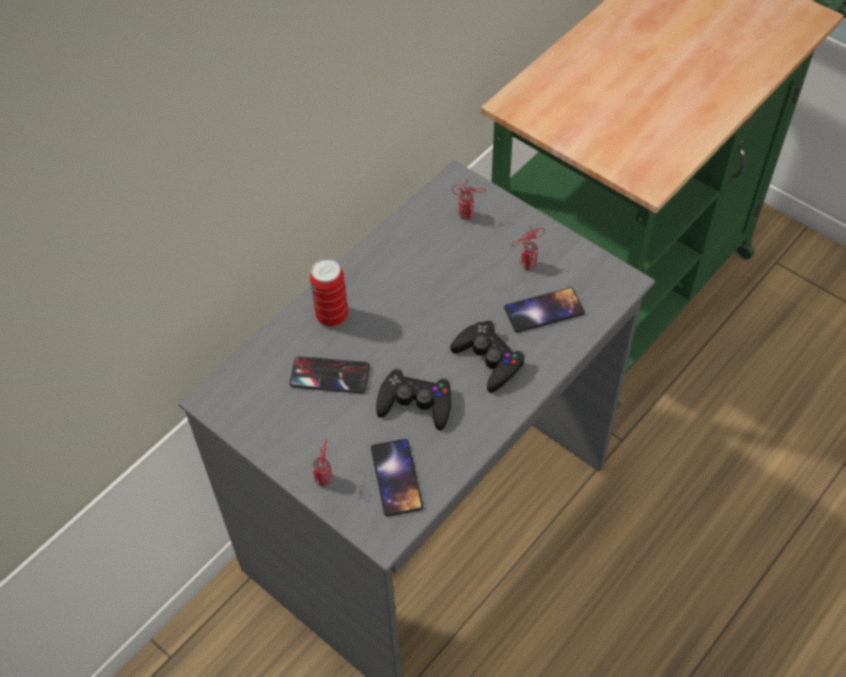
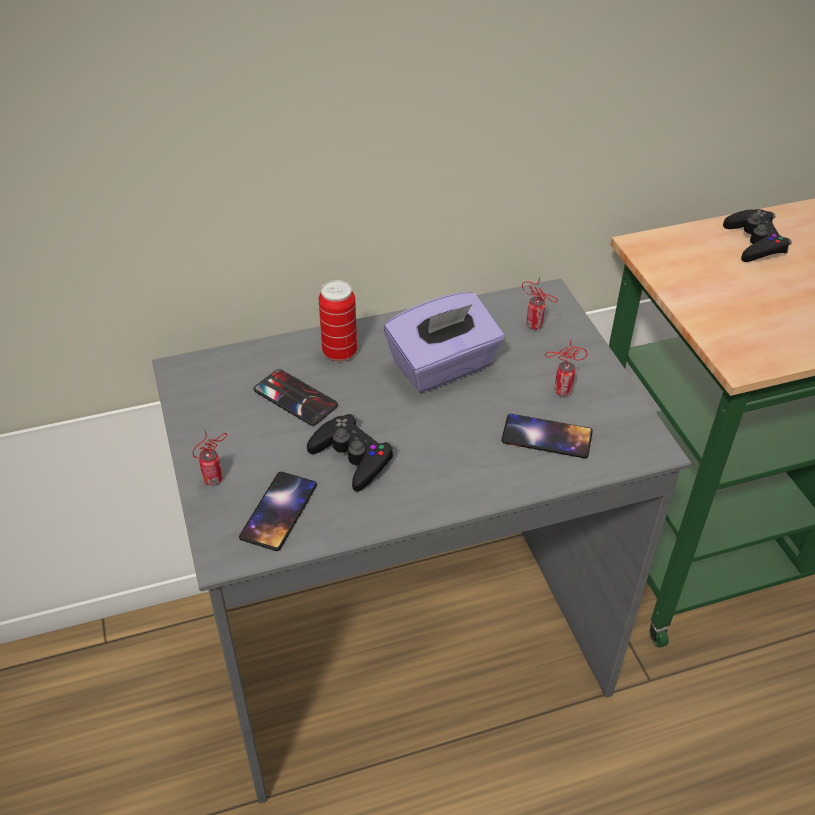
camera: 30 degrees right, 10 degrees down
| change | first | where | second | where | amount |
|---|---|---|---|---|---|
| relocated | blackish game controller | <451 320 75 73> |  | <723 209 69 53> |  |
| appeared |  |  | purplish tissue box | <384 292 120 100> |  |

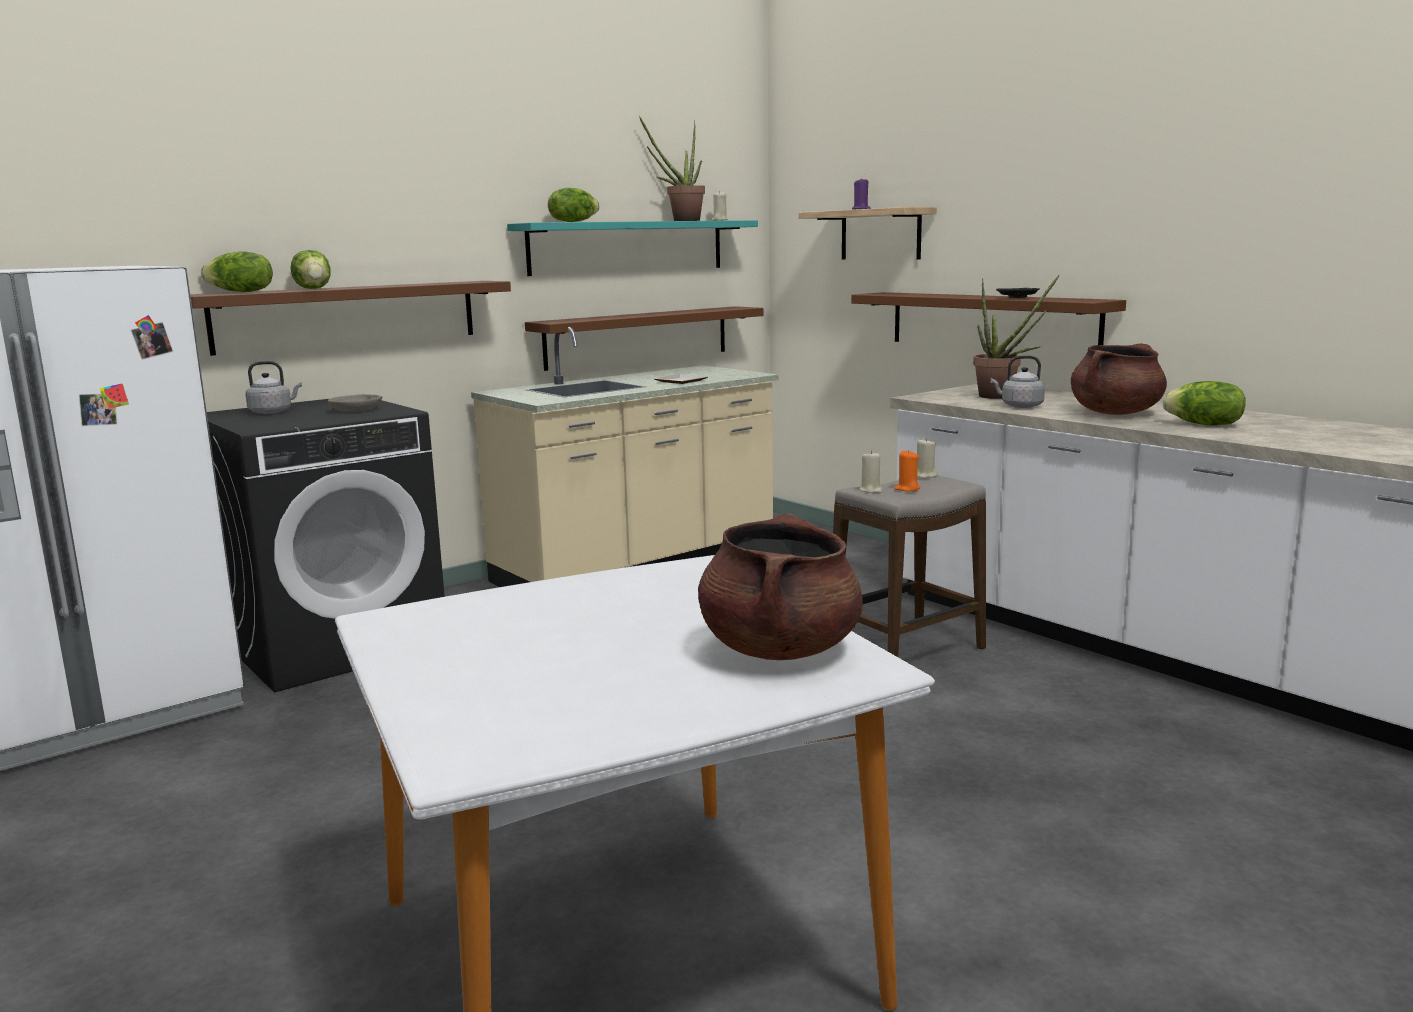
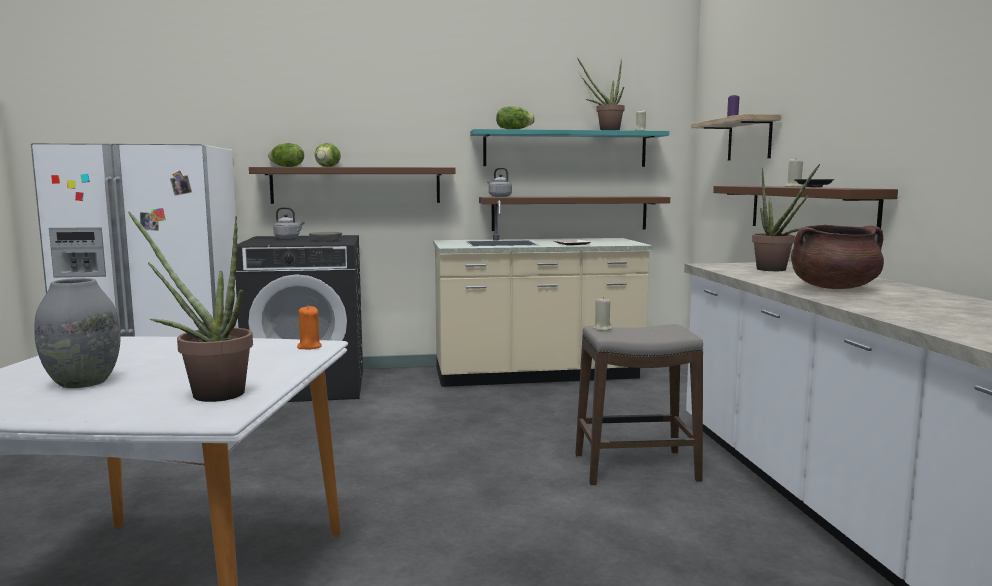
camera: 30 degrees right, 5 degrees down
| change | first | where | second | where | amount |
|---|---|---|---|---|---|
| exchanged | brownish cooking pot | <698 513 165 147> | potted plant | <128 212 125 190> |  |
| relocated | orangey candle | <894 450 26 41> |  | <297 305 25 45> |  |
| relocated | beige-coloured candle | <917 438 21 40> |  | <785 159 18 28> |  |
| relocated | greyish tea kettle | <991 355 54 53> |  | <487 168 25 29> |  |
| missing | lettuce head | <1162 381 84 45> |  |  |  |
| appeared |  |  | greyish decorative vase | <34 278 87 110> |  |

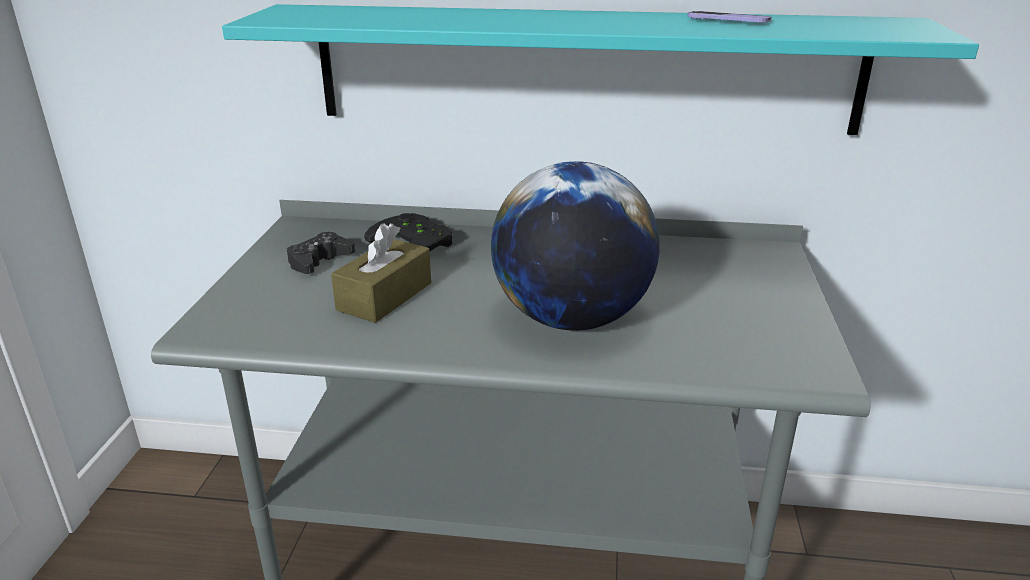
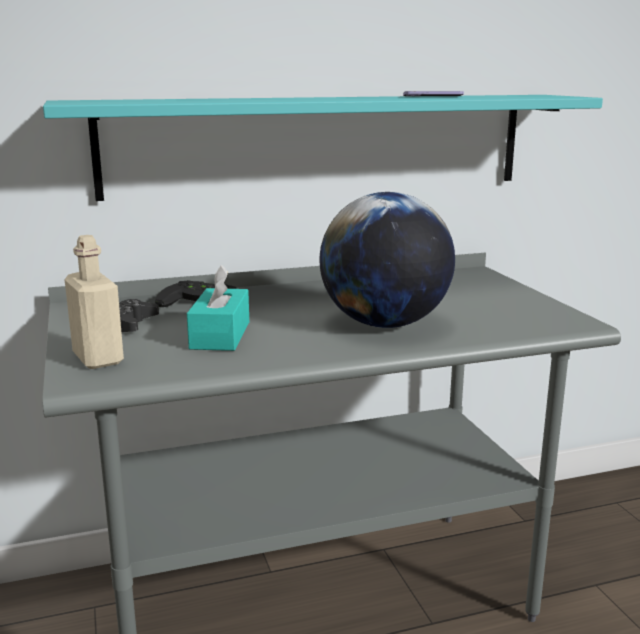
camera: 25 degrees left, 10 degrees down
| change | first | where | second | where | amount |
|---|---|---|---|---|---|
| colour | brownish tissue box | <331 223 100 100> | turquoise-coloured tissue box | <187 265 62 86> |  |
| appeared |  |  | beige-coloured drink bottle | <64 235 60 134> |  |

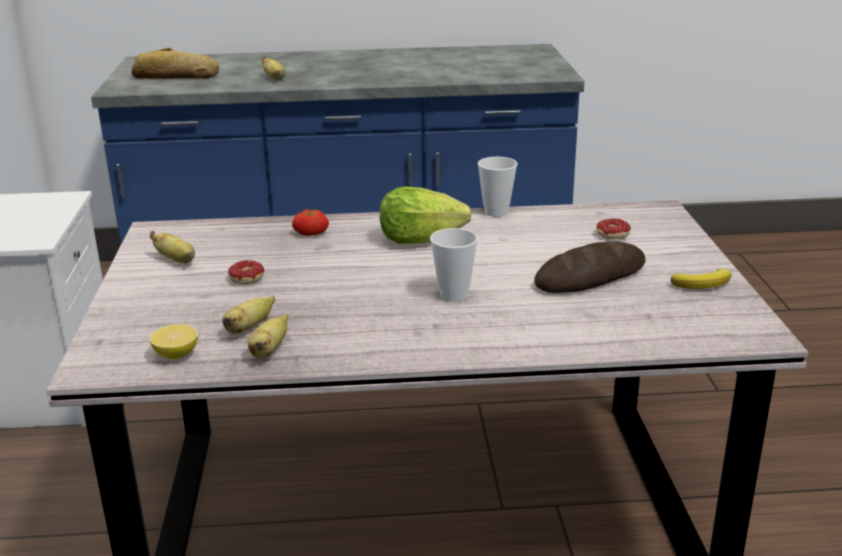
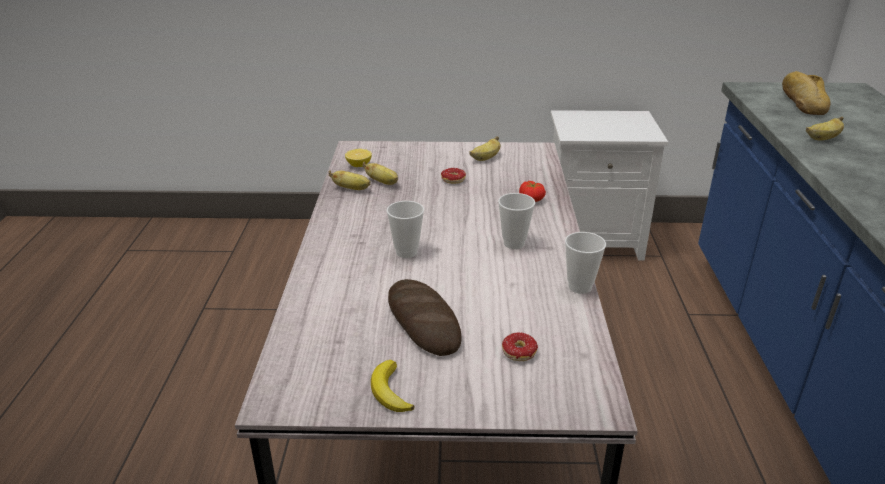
camera: 95 degrees right, 5 degrees up
| change | first | where | second | where | amount |
|---|---|---|---|---|---|
| exchanged | lettuce head | <380 187 92 57> | small cup | <498 193 37 56> |  |

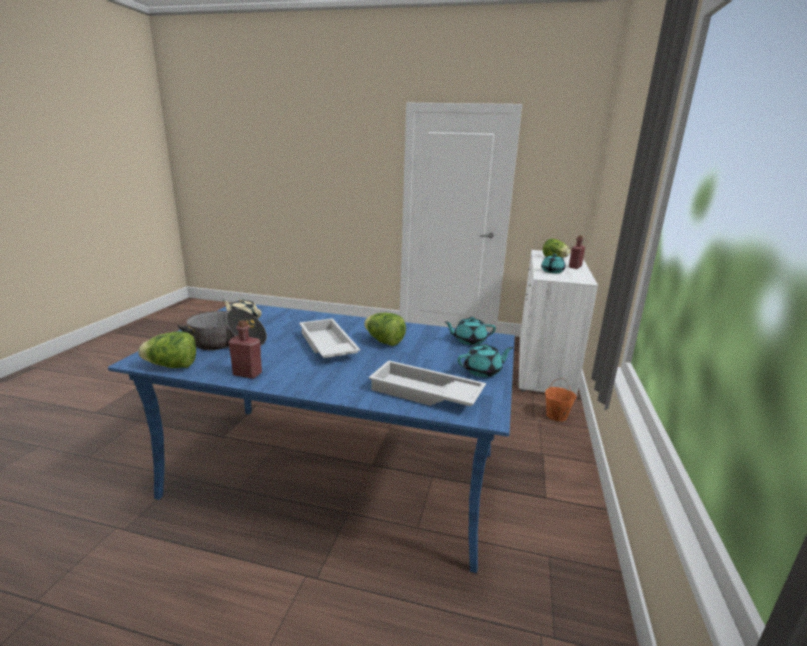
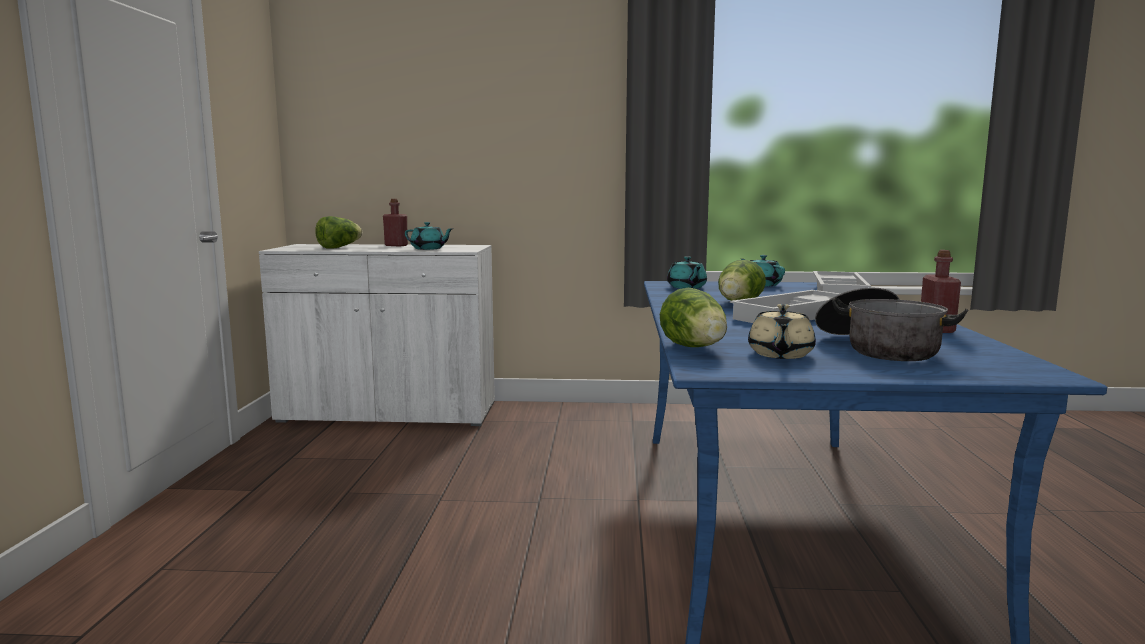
camera: 100 degrees left, 10 degrees down
| change | first | where | second | where | amount |
|---|---|---|---|---|---|
| relocated | lettuce head | <138 331 58 37> |  | <660 288 67 59> |  |
| missing | orangey pail | <545 378 32 43> |  |  |  |

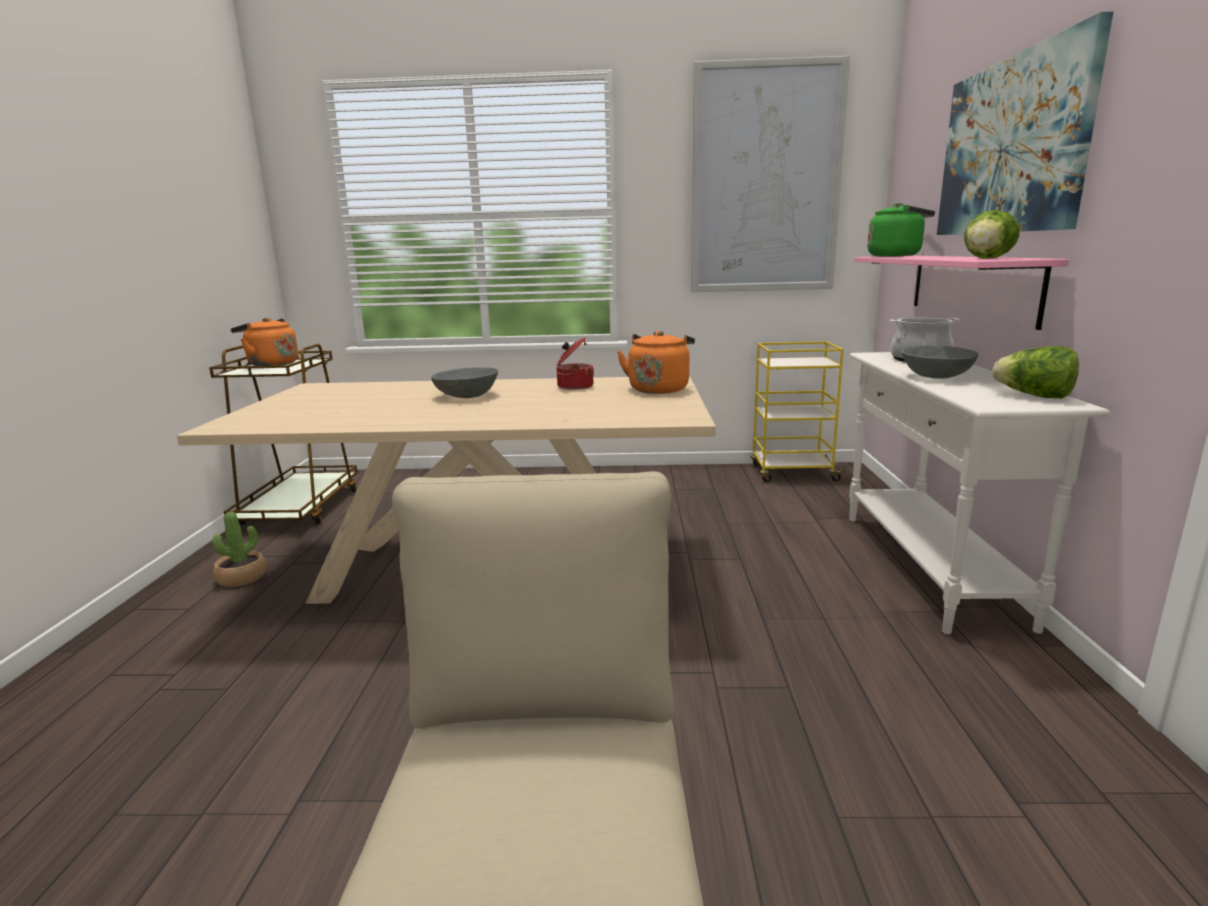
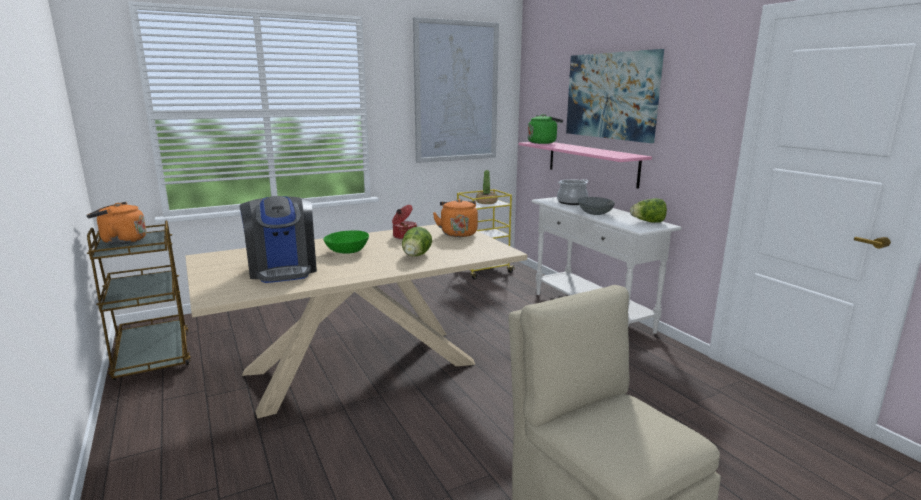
camera: 30 degrees left, 0 degrees up
| change | first | where | second | where | amount |
|---|---|---|---|---|---|
| relocated | potted plant | <213 512 53 75> |  | <476 170 22 34> |  |
| colour | greyish serving bowl | <431 367 67 31> | green-coloured serving bowl | <324 230 45 24> |  |
| relocated | lettuce head | <964 210 56 49> |  | <402 227 30 29> |  |
| appeared |  |  | coffee machine | <239 196 78 87> |  |

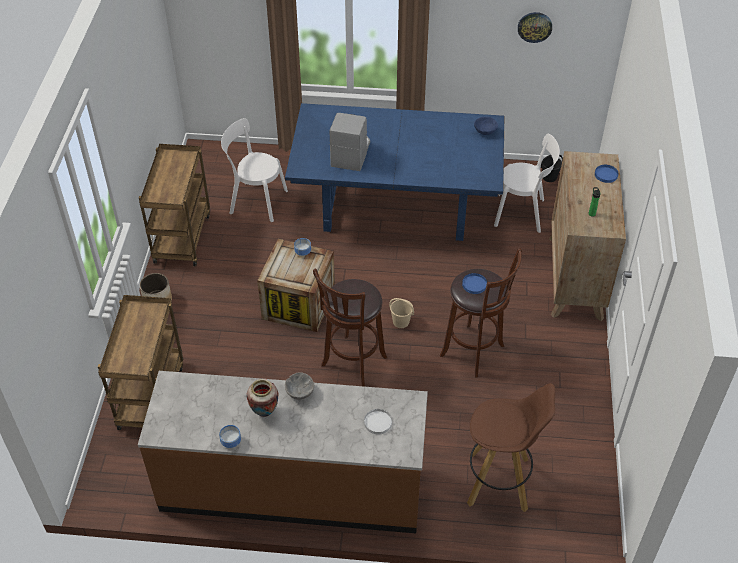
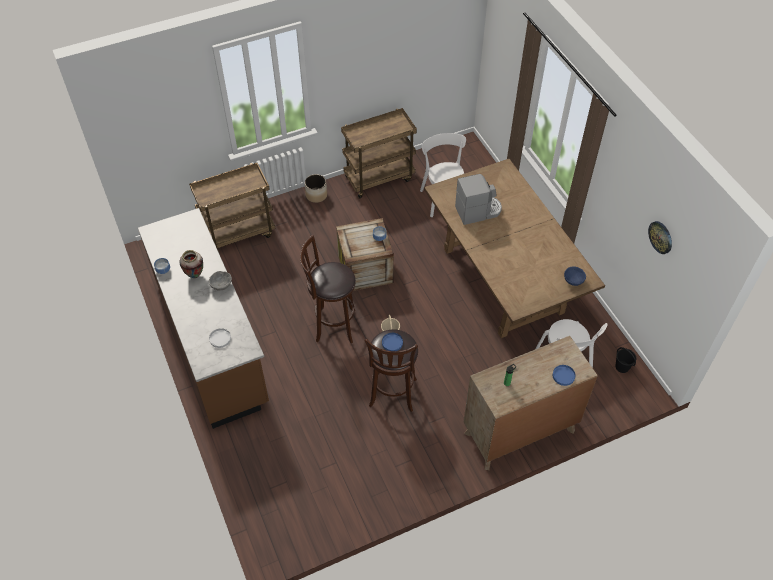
camera: 60 degrees right, 5 degrees up
| change | first | where | second | where | amount |
|---|---|---|---|---|---|
| colour | blue dinner table | <285 103 219 138> | brownish dinner table | <424 159 181 179> |  |
| missing | brownish stool seat | <467 383 88 129> |  |  |  |

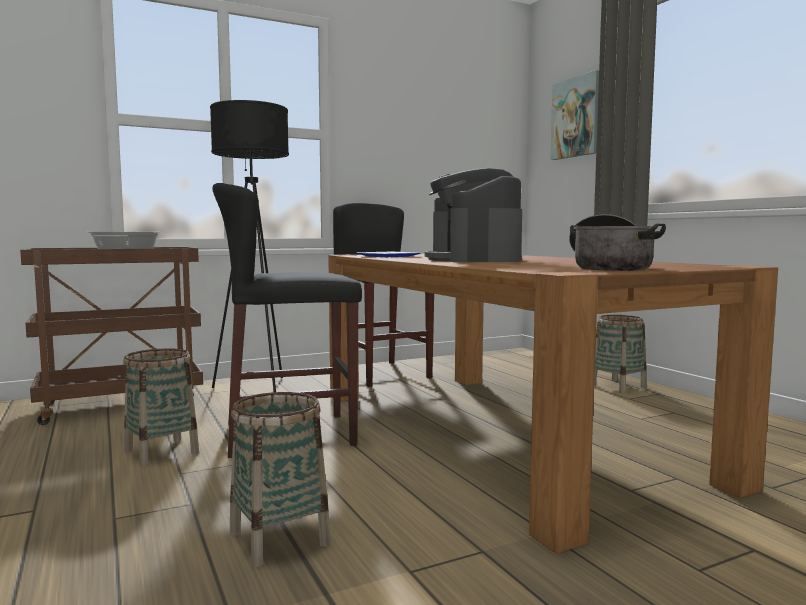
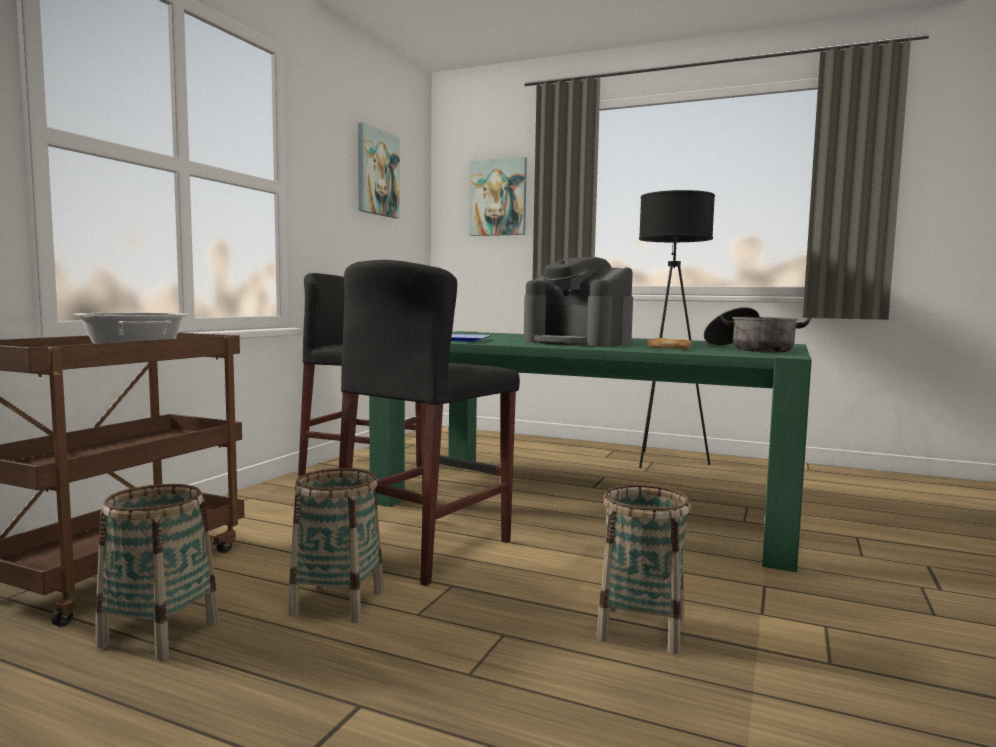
camera: 40 degrees left, 0 degrees up
| change | first | where | second | where | amount |
|---|---|---|---|---|---|
| relocated | blackish floor lamp | <210 100 79 292> |  | <639 190 76 278> |  |
| colour | brownish dinner table | <328 254 450 299> | green-coloured dinner table | <369 331 443 241> |  |
| relocated | household basket | <594 315 53 78> |  | <95 484 124 176> |  |
| appeared |  |  | wall picture | <358 122 42 97> |  |
| appeared |  |  | baked bread | <647 338 45 11> |  |

